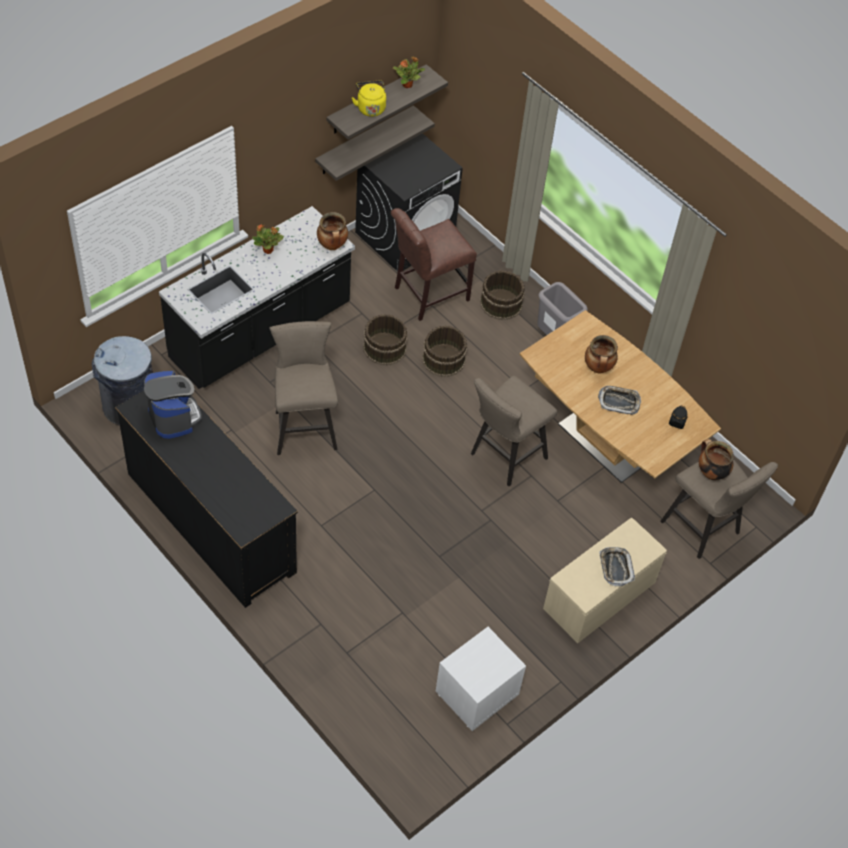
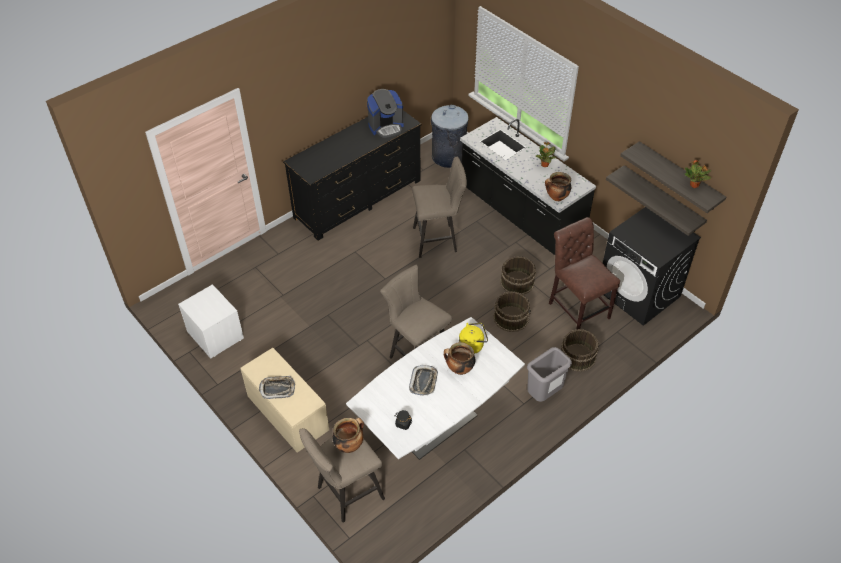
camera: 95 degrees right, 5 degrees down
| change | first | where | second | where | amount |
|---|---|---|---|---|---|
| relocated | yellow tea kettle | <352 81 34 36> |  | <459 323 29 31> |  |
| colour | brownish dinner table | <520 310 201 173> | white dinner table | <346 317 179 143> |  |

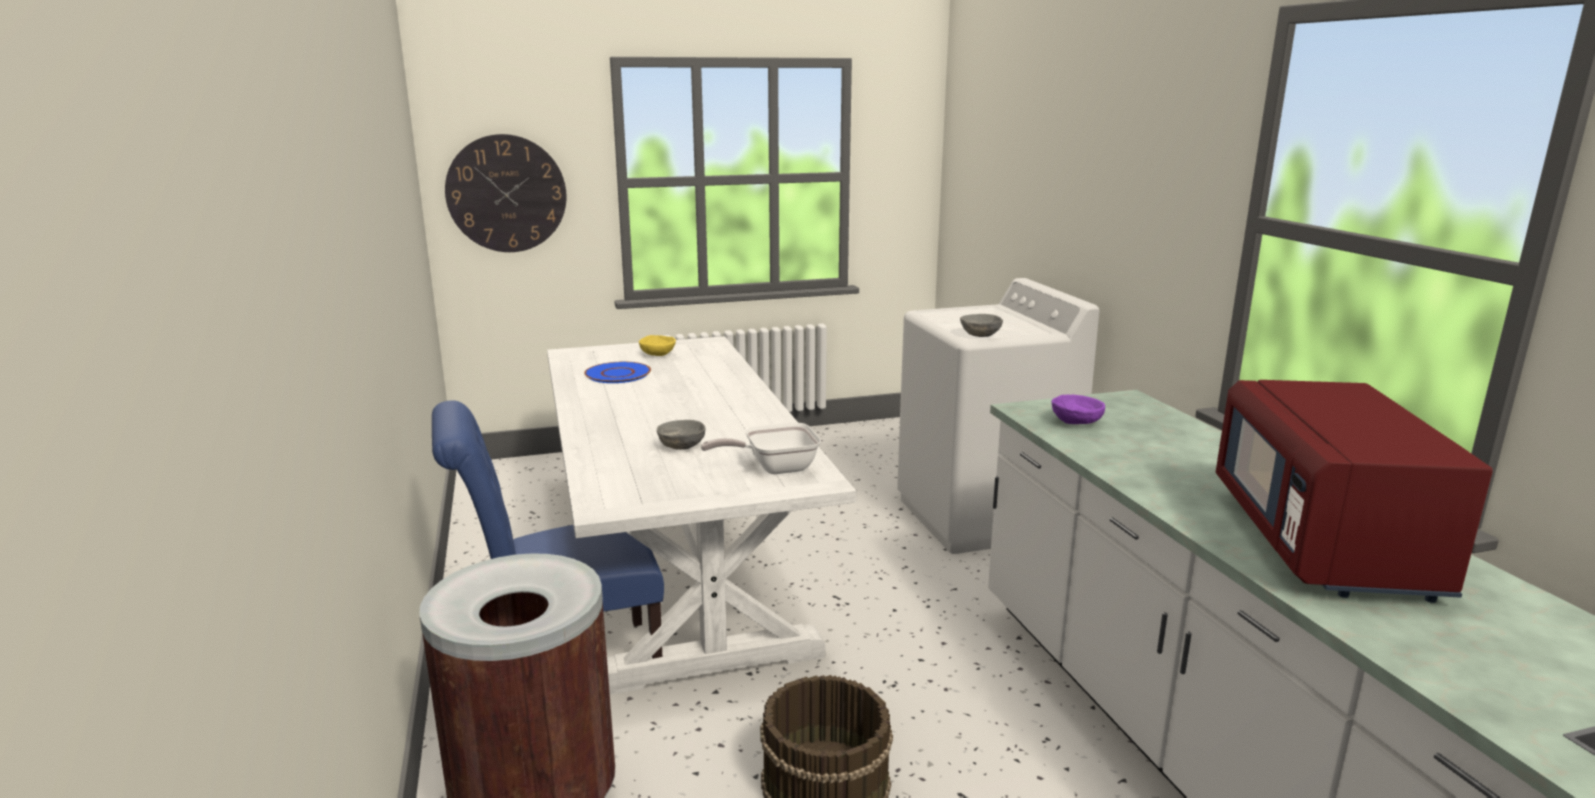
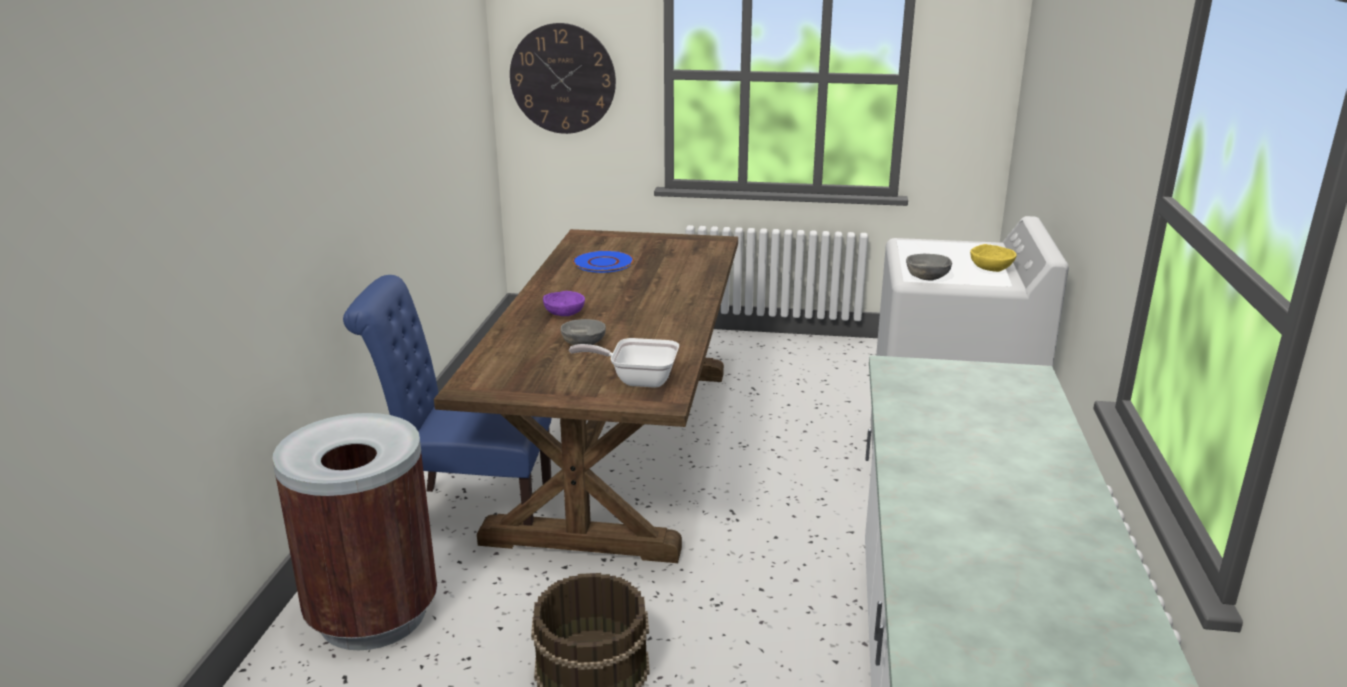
camera: 25 degrees right, 5 degrees up
| change | first | where | second | where | amount |
|---|---|---|---|---|---|
| colour | white dinner table | <547 336 309 359> | brownish dinner table | <434 229 304 334> |  |
| relocated | yellow serving bowl | <639 335 37 21> |  | <970 244 47 28> |  |
| relocated | purplish serving bowl | <1051 395 54 29> |  | <543 291 42 25> |  |
| missing | reddish microwave oven | <1215 380 278 223> |  |  |  |

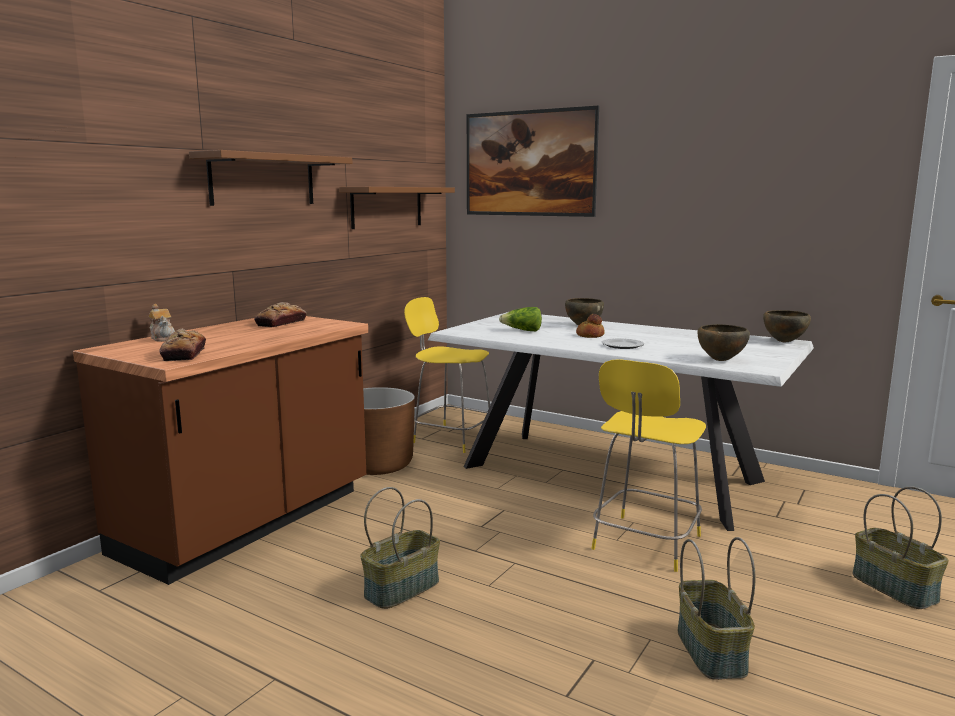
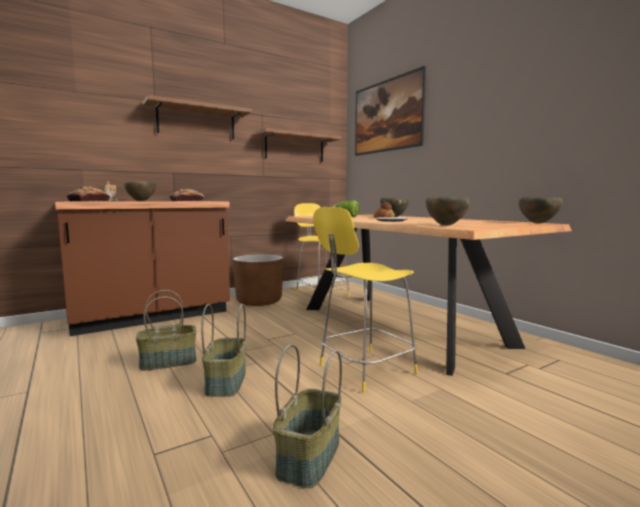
camera: 25 degrees right, 5 degrees down
| change | first | where | second | where | amount |
|---|---|---|---|---|---|
| colour | white dinner table | <428 312 386 219> | brownish dinner table | <286 214 286 162> |  |
| relocated | household basket | <852 486 97 123> |  | <201 304 45 93> |  |
| appeared |  |  | brownish serving bowl | <124 181 32 20> |  |

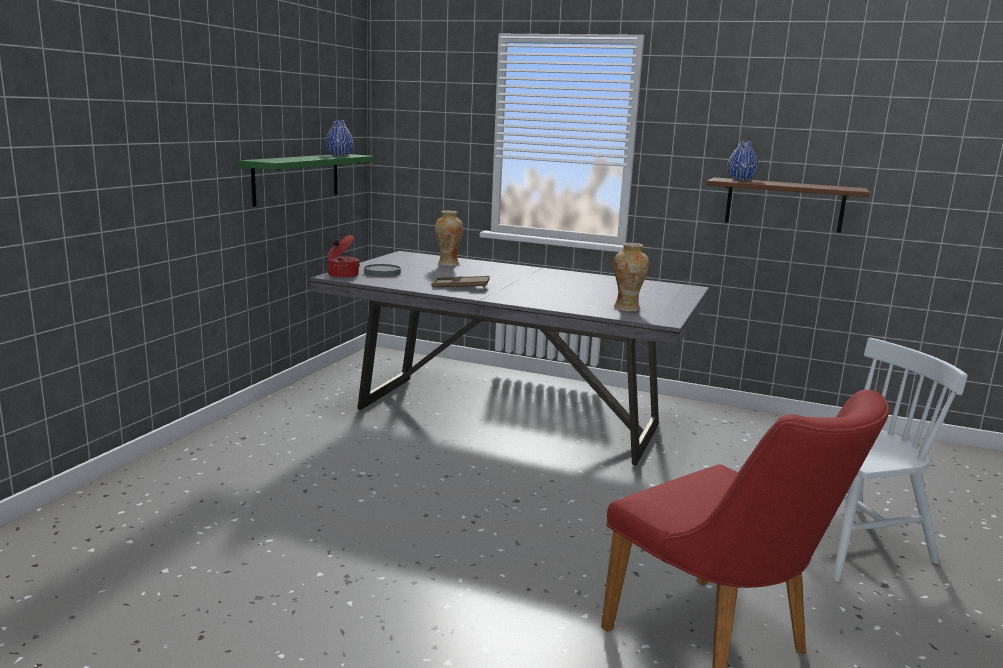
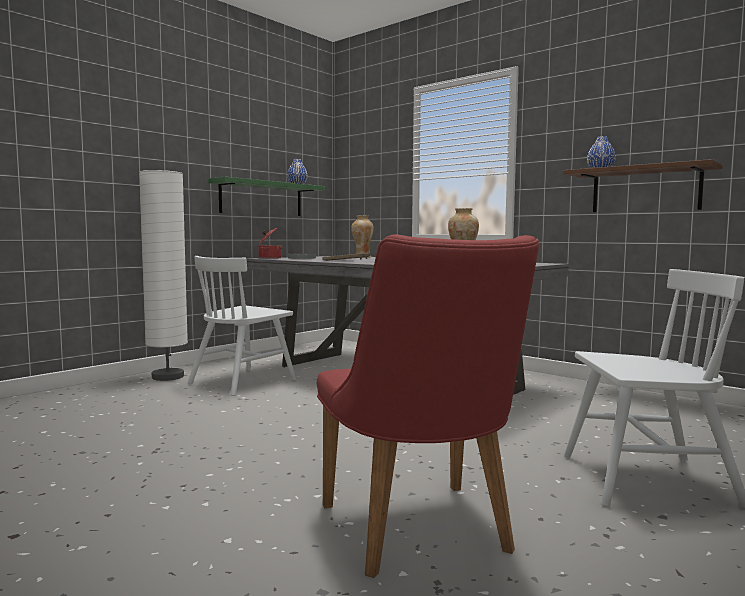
camera: 20 degrees right, 10 degrees down
| change | first | where | second | where | amount |
|---|---|---|---|---|---|
| appeared |  |  | white floor lamp | <139 170 49 211> |  |
| appeared |  |  | white upright chair | <188 256 108 140> |  |

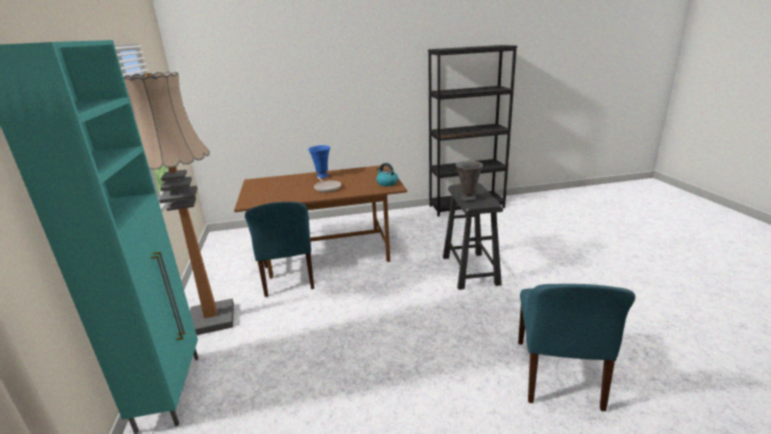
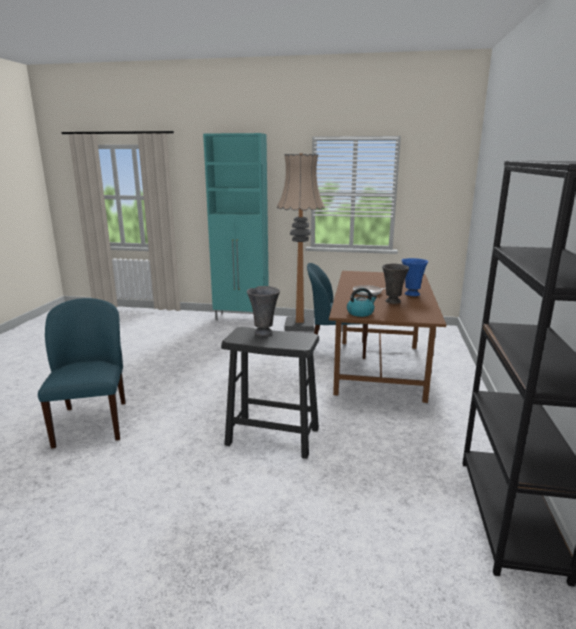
camera: 110 degrees right, 5 degrees down
| change | first | where | second | where | amount |
|---|---|---|---|---|---|
| spun | blue upright chair | <518 284 117 127> |  | <38 298 88 151> | 45 degrees clockwise |
| appeared |  |  | greyish decorative vase | <382 264 27 40> |  |

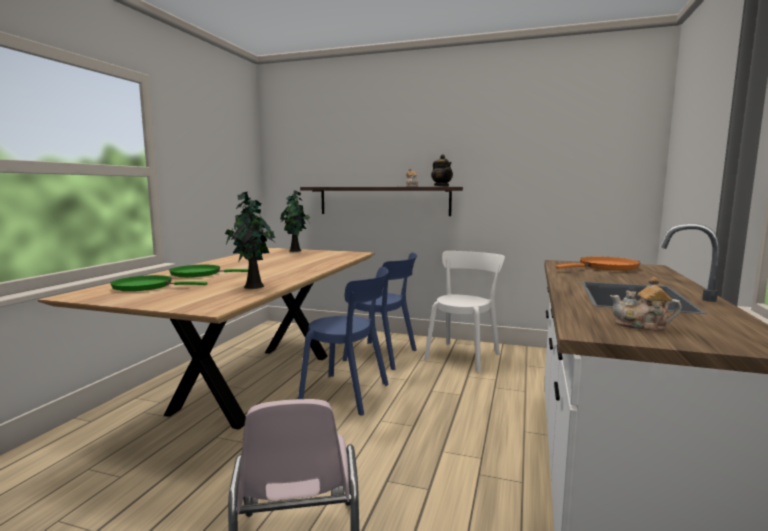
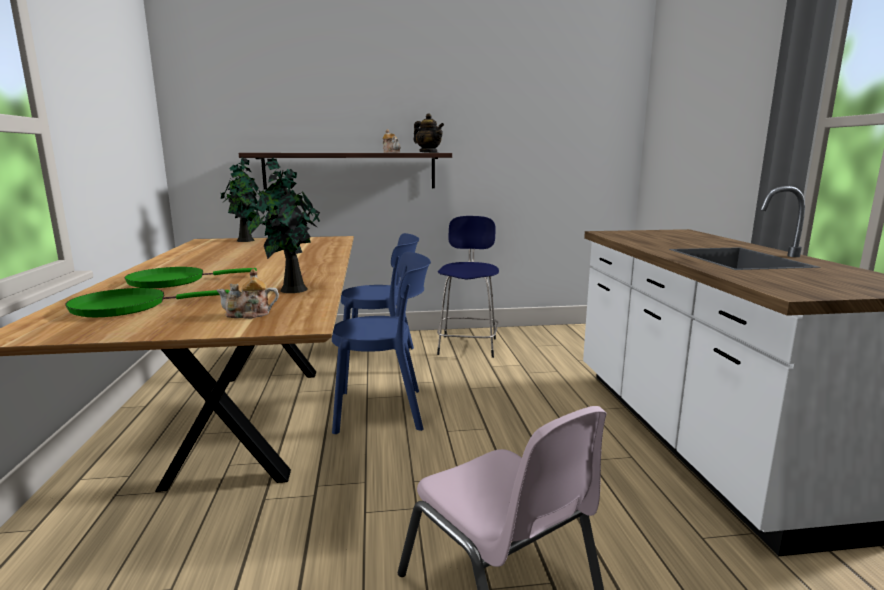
camera: 25 degrees left, 5 degrees up
| change | first | where | second | where | amount |
|---|---|---|---|---|---|
| exchanged | white upright chair | <424 251 81 121> | blue stool seat | <437 216 62 142> |  |
| missing | orangey skillet | <555 257 86 14> |  |  |  |
| relocated | tea pot | <610 277 72 54> |  | <217 268 62 51> |  |

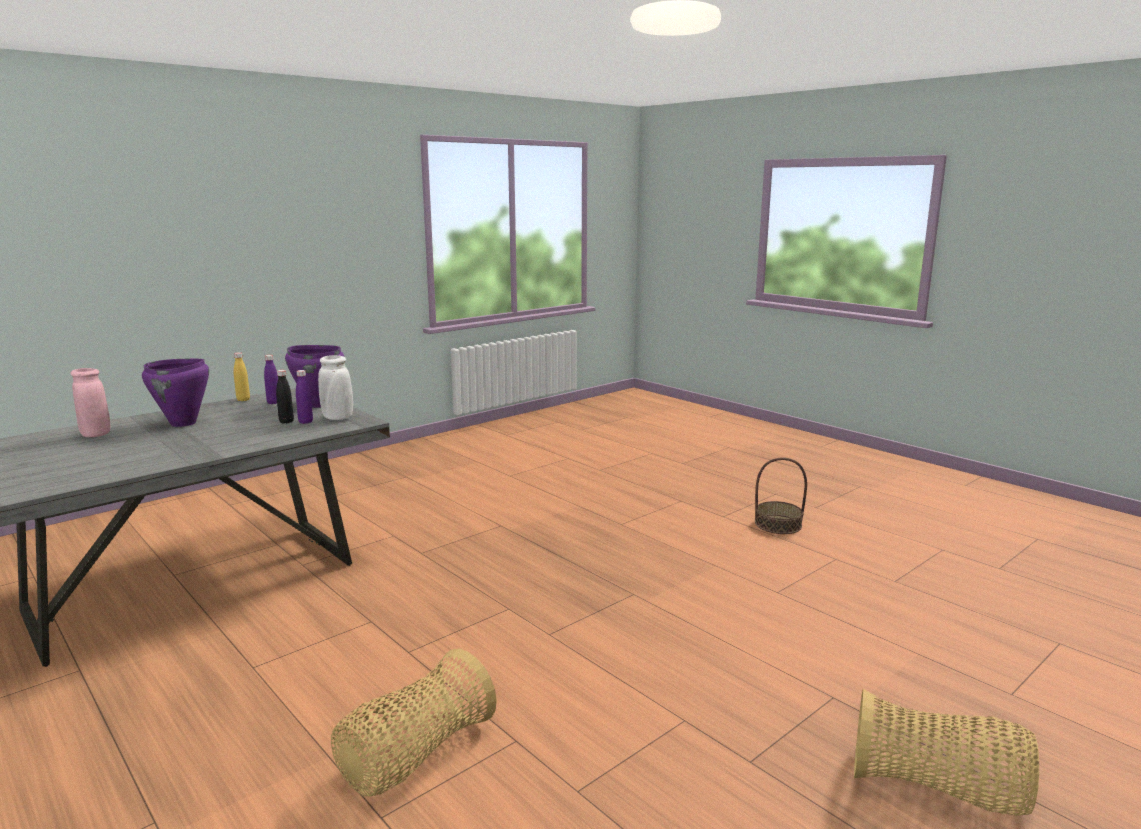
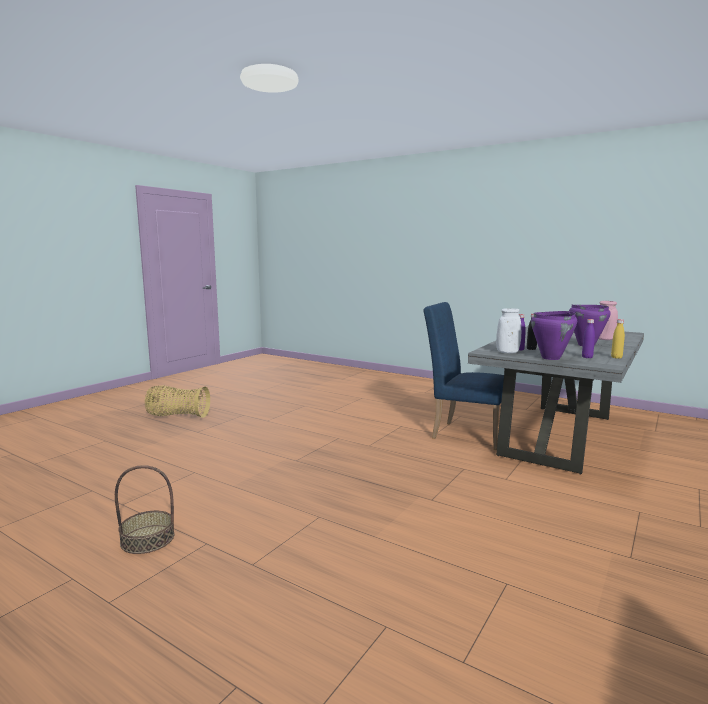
camera: 165 degrees right, 5 degrees down
| change | first | where | second | where | amount |
|---|---|---|---|---|---|
| missing | household basket | <331 648 166 148> |  |  |  |
| appeared |  |  | blue upright chair | <423 302 81 148> |  |

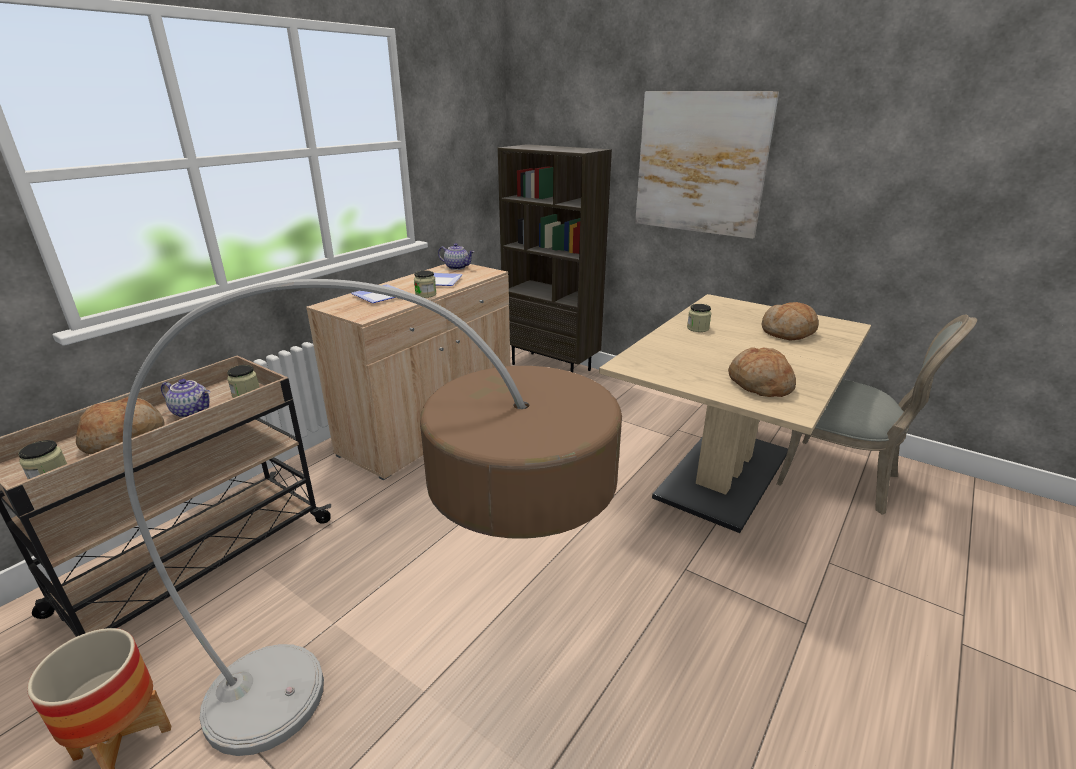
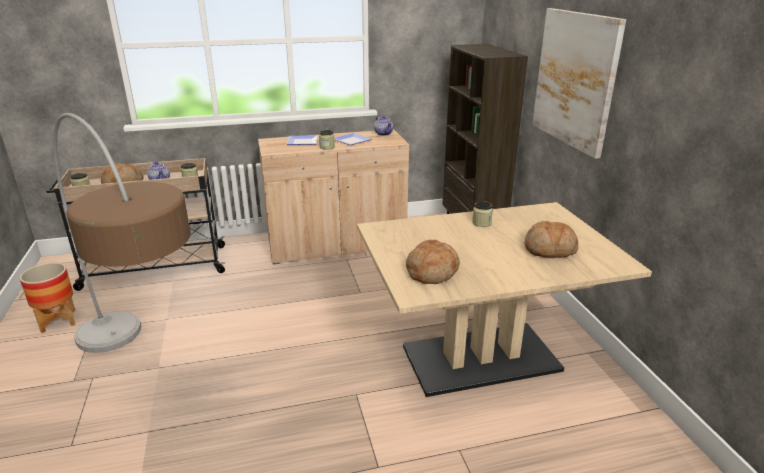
camera: 40 degrees right, 0 degrees up
| change | first | where | second | where | amount |
|---|---|---|---|---|---|
| missing | greyish upright chair | <776 315 201 199> |  |  |  |

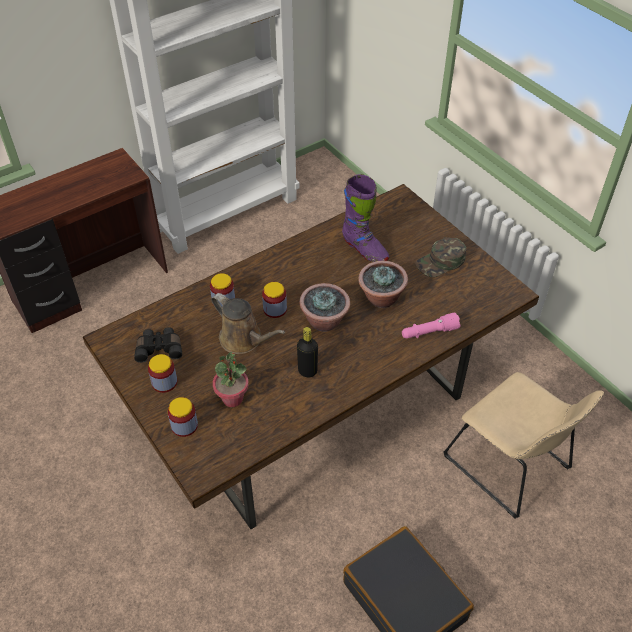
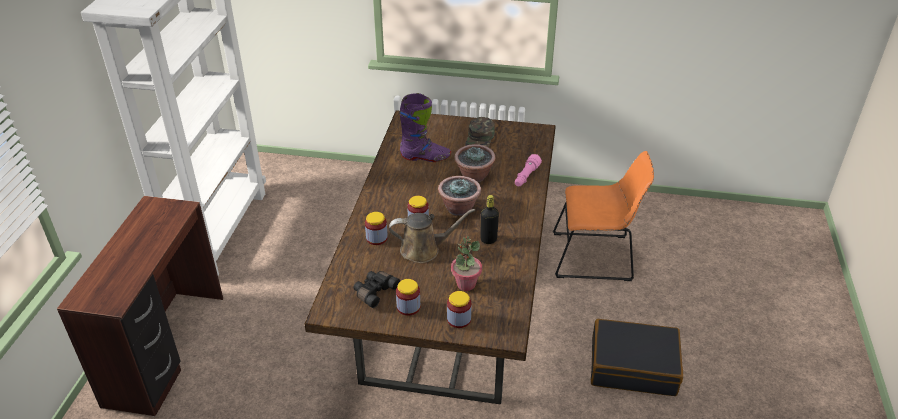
camera: 45 degrees left, 10 degrees down
| change | first | where | second | where | amount |
|---|---|---|---|---|---|
| colour | beige-coloured upright chair | <443 372 161 146> | orangey upright chair | <553 151 101 130> |  |

